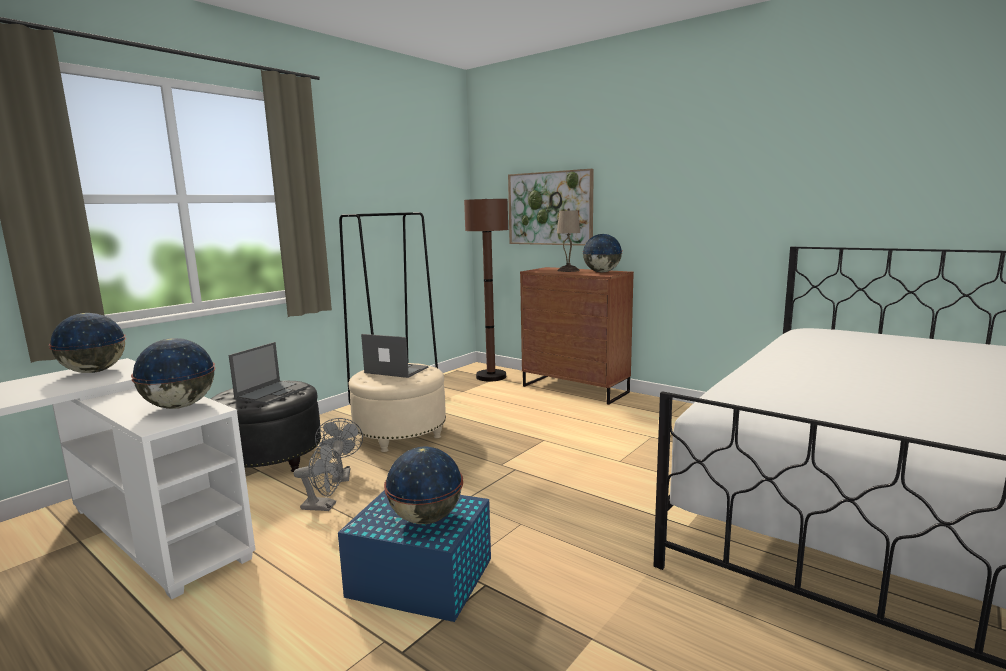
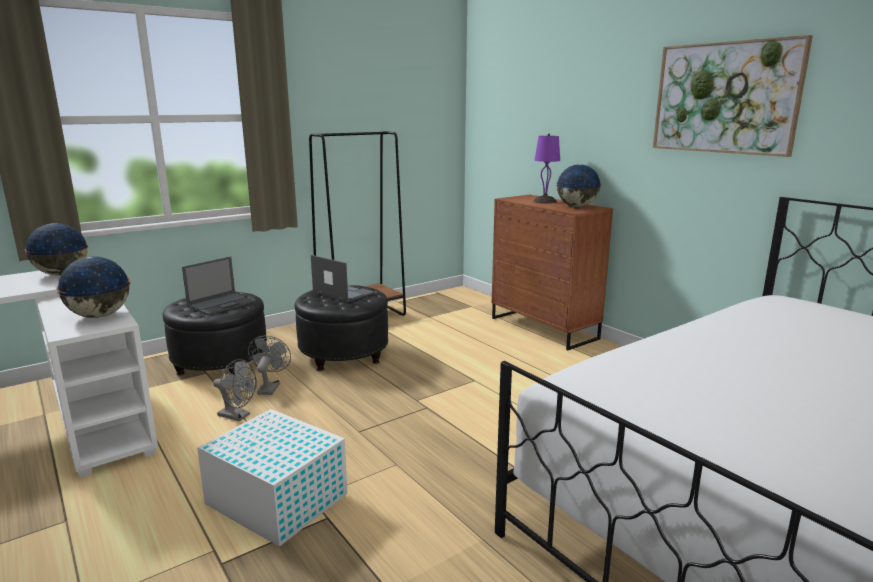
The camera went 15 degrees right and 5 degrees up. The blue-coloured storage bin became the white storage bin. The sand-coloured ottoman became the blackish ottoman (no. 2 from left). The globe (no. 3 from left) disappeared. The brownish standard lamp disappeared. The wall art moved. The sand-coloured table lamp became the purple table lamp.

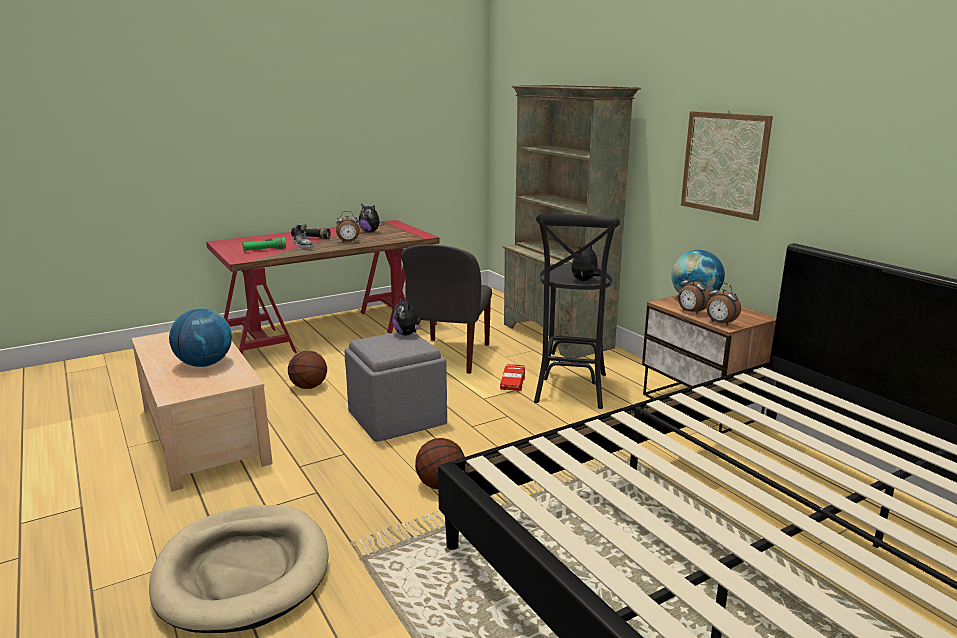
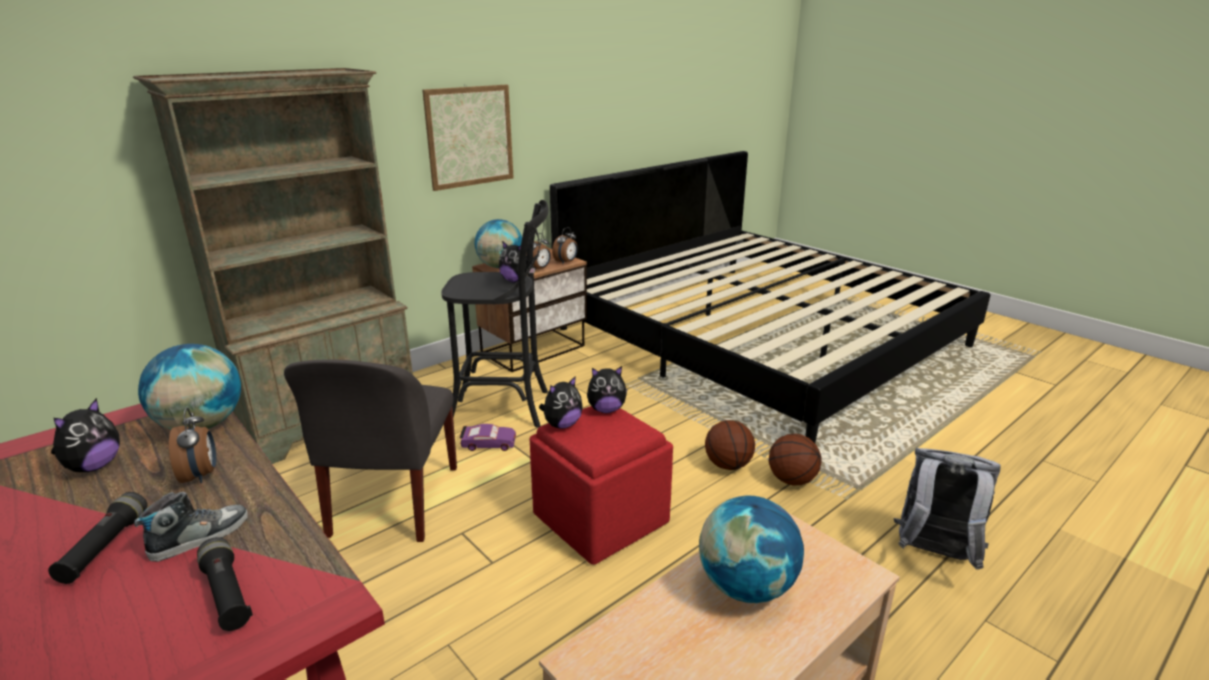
The camera went 100 degrees left and 5 degrees up. The sand-coloured dog cushion was replaced by the gray knapsack. The green flashlight became the blackish flashlight (no. 2 from left). The ball for basketball (no. 1 from left in the first image) moved. The gray ottoman became the red-coloured ottoman. The gray upright chair turned 90 degrees clockwise. The red-coloured toy car became the purple toy car. The globe (no. 1 from left) appeared. The cuddly toy (no. 4 from left) appeared.

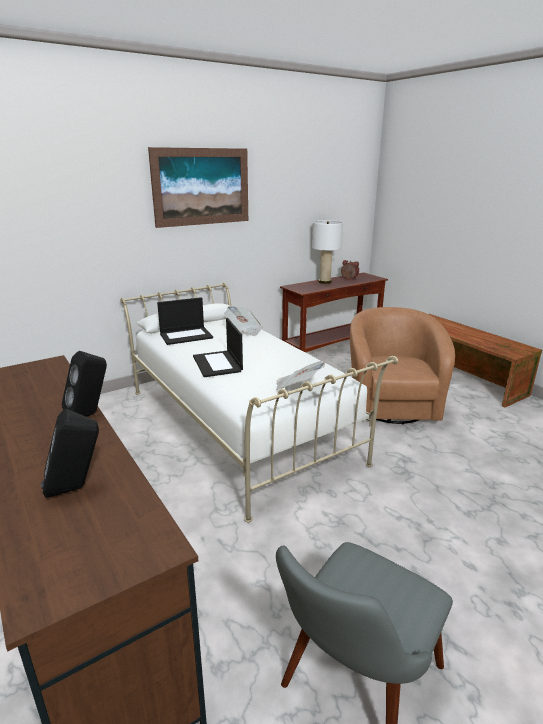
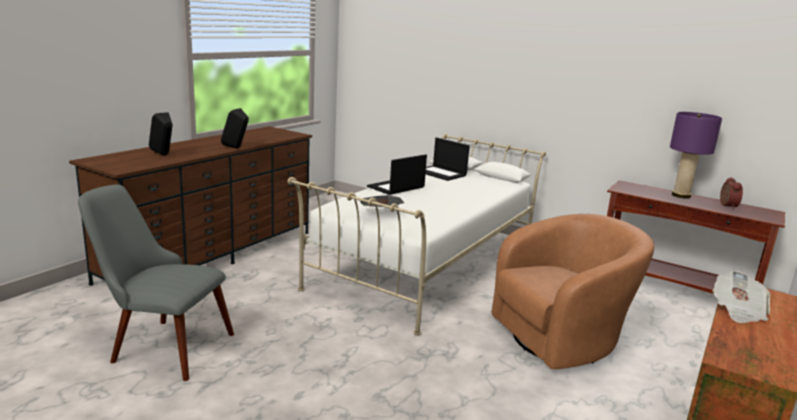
The camera went 65 degrees right and 5 degrees down. The wall art disappeared. The printed paper (no. 1 from left in the first image) moved. The white table lamp became the purple table lamp.

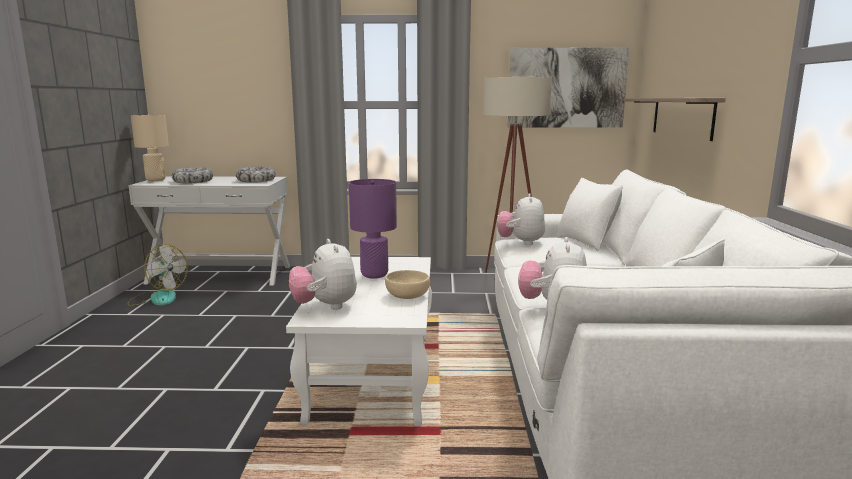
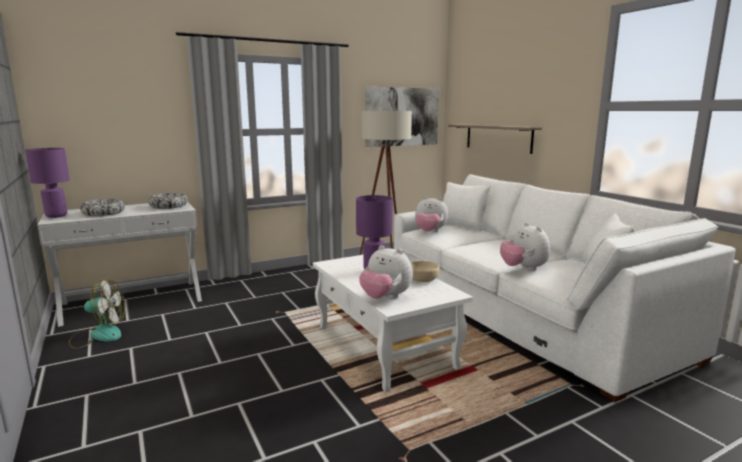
The camera went 30 degrees left and 0 degrees up. The sand-coloured table lamp became the purple table lamp (no. 1 from left). The cuddly toy (no. 2 from left) turned 45 degrees counterclockwise.

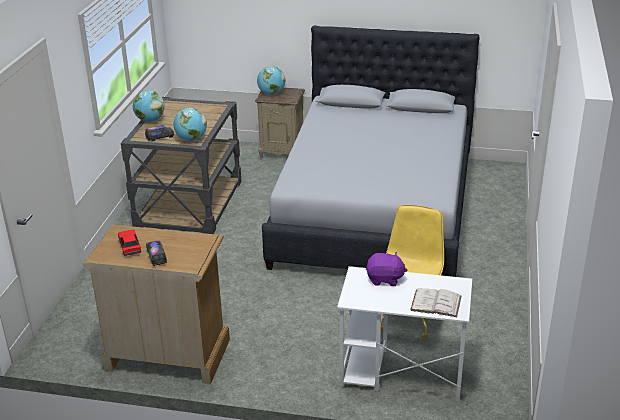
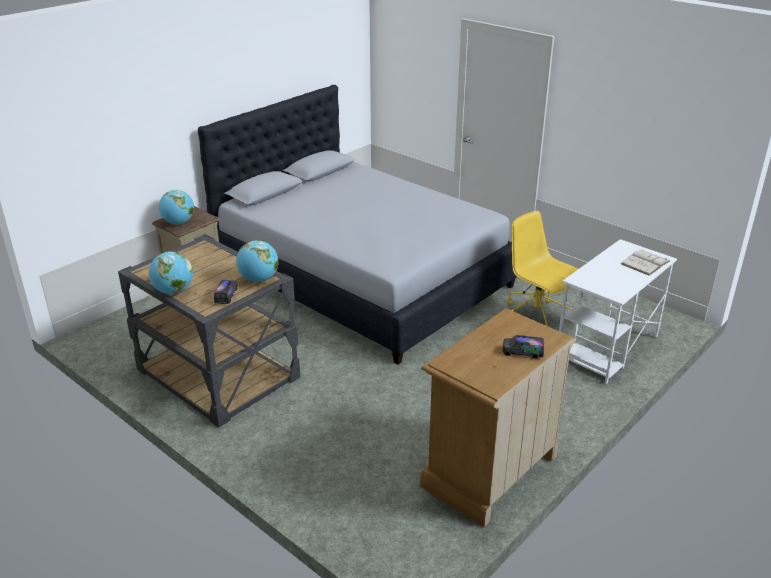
The camera went 60 degrees left and 0 degrees up. The toy car disappeared. The purple cuddly toy disappeared.

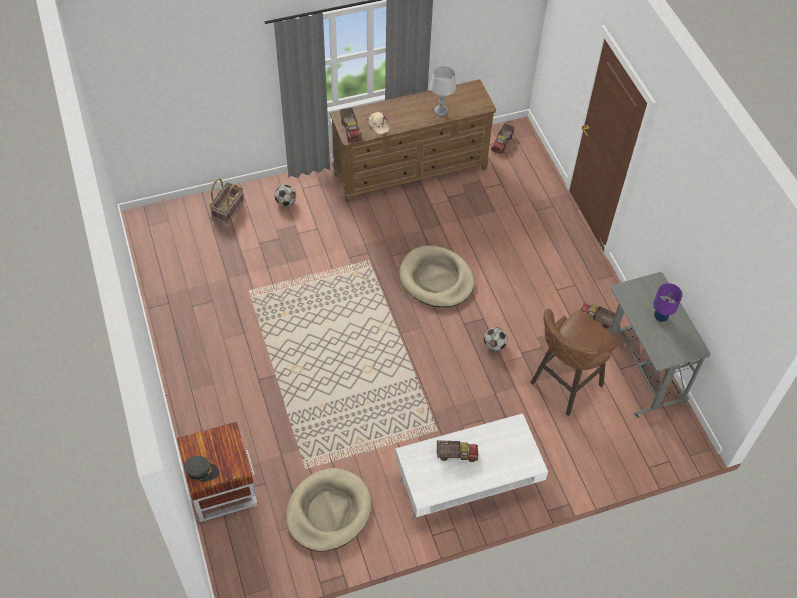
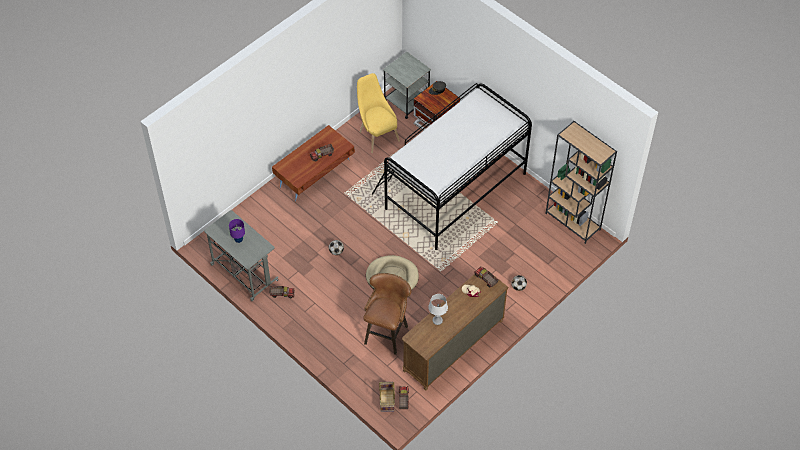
The camera went 155 degrees right and 0 degrees up. The basket moved. The sand-coloured dog cushion (no. 1 from left) was replaced by the yellowish upright chair. The white coffee table became the brownish coffee table. The brownish stool seat moved. The blackish sleeping bed appeared. The gray cart appeared. The bookshelf appeared.

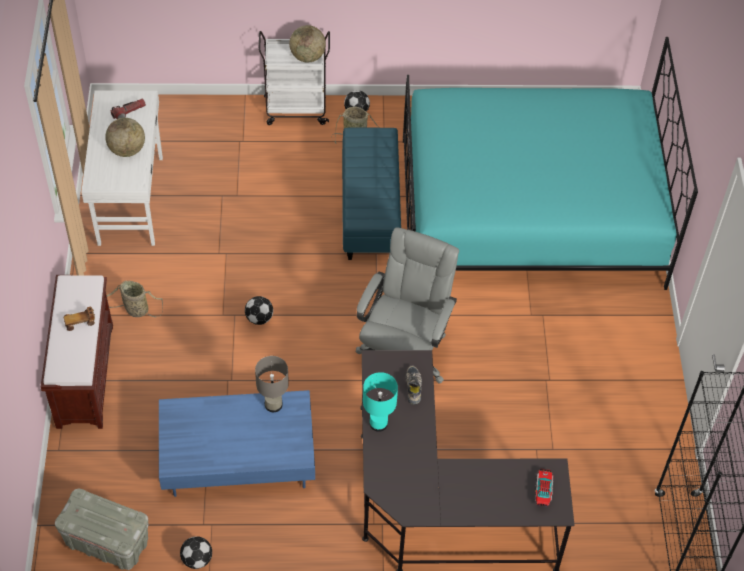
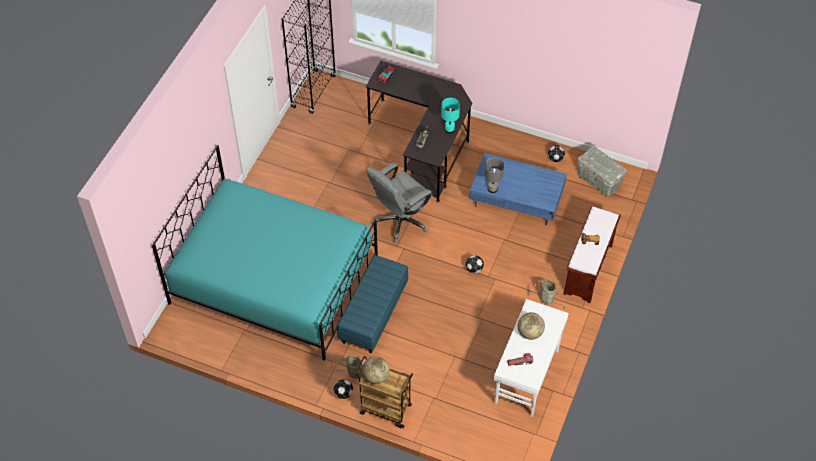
The camera went 155 degrees left and 0 degrees up. The white cart became the brownish cart.

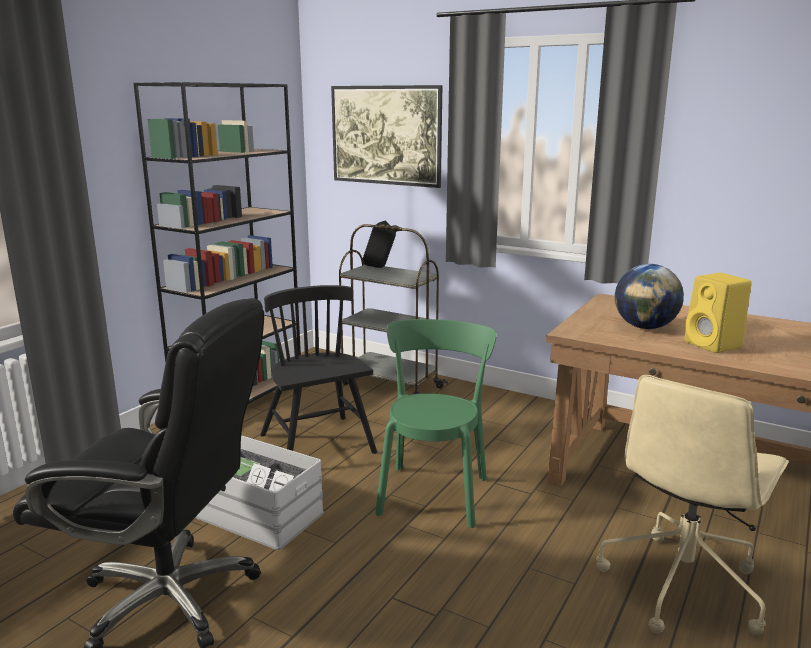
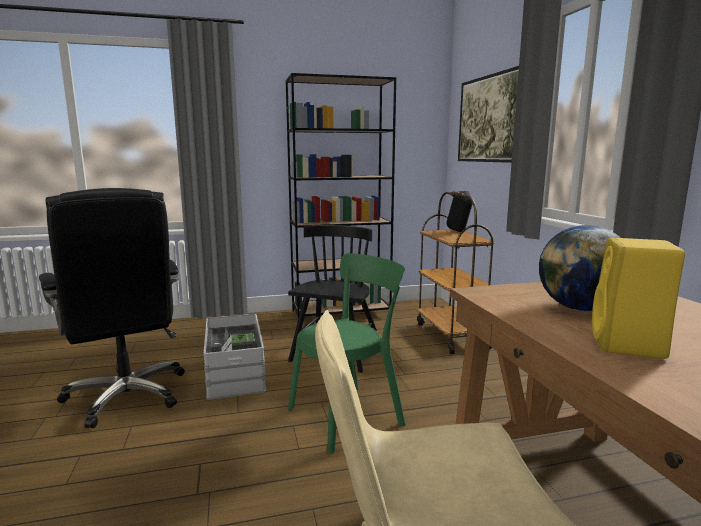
The camera went 45 degrees right and 5 degrees down. The gray cart became the brownish cart.

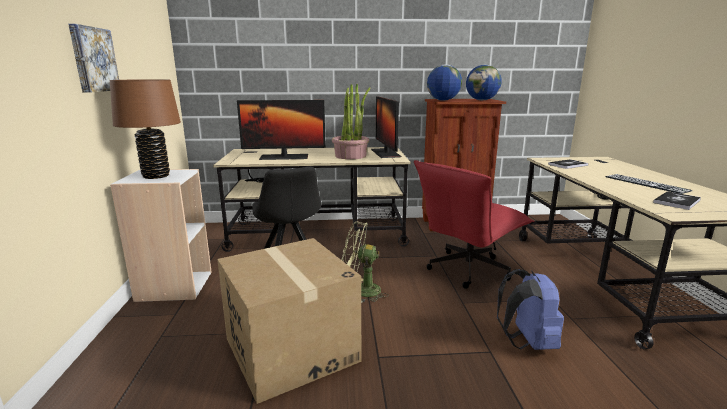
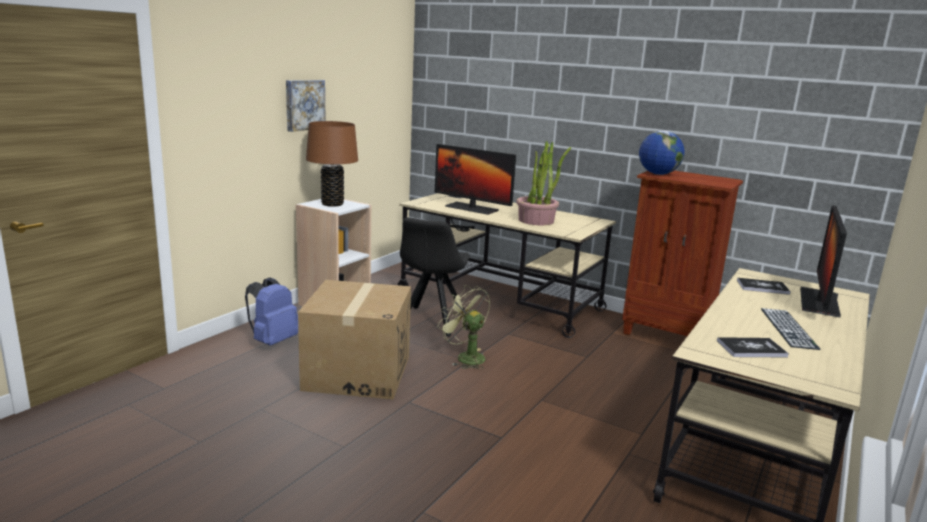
The camera went 35 degrees right and 0 degrees up. The computer screen (no. 2 from left) moved. The red-coloured desk chair disappeared. The globe (no. 2 from left) disappeared. The blue-coloured knapsack moved.

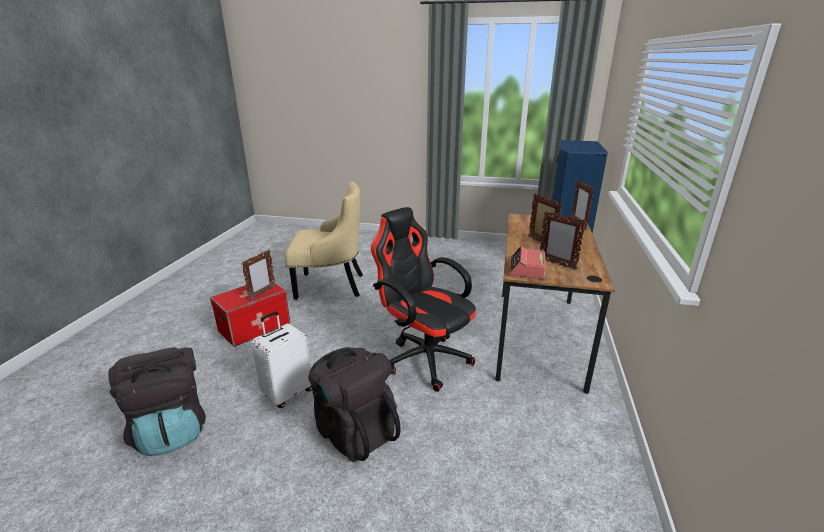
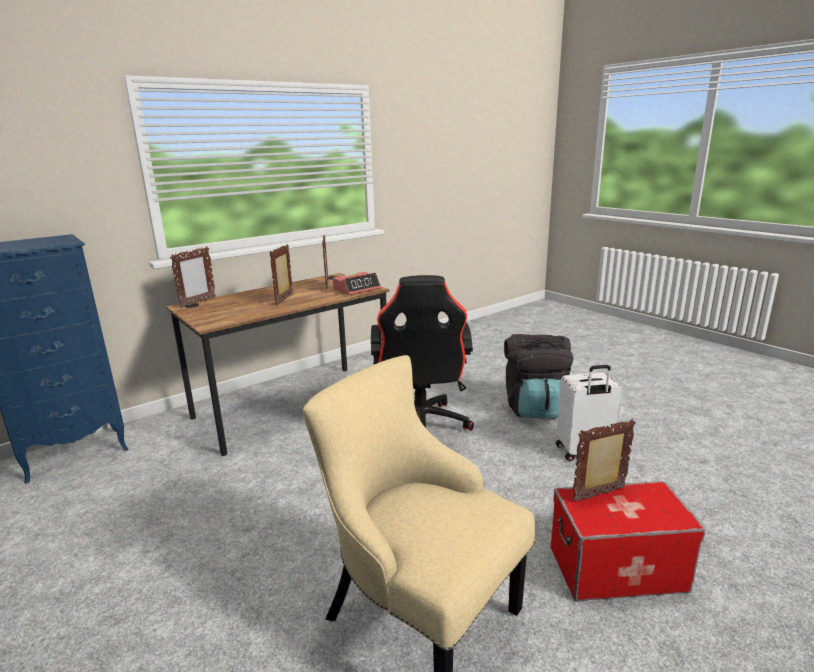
The camera went 140 degrees left and 5 degrees down. The blackish knapsack (no. 1 from left) disappeared.

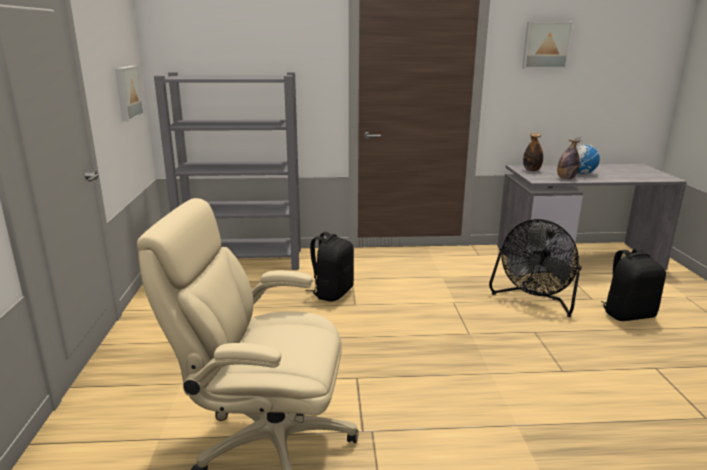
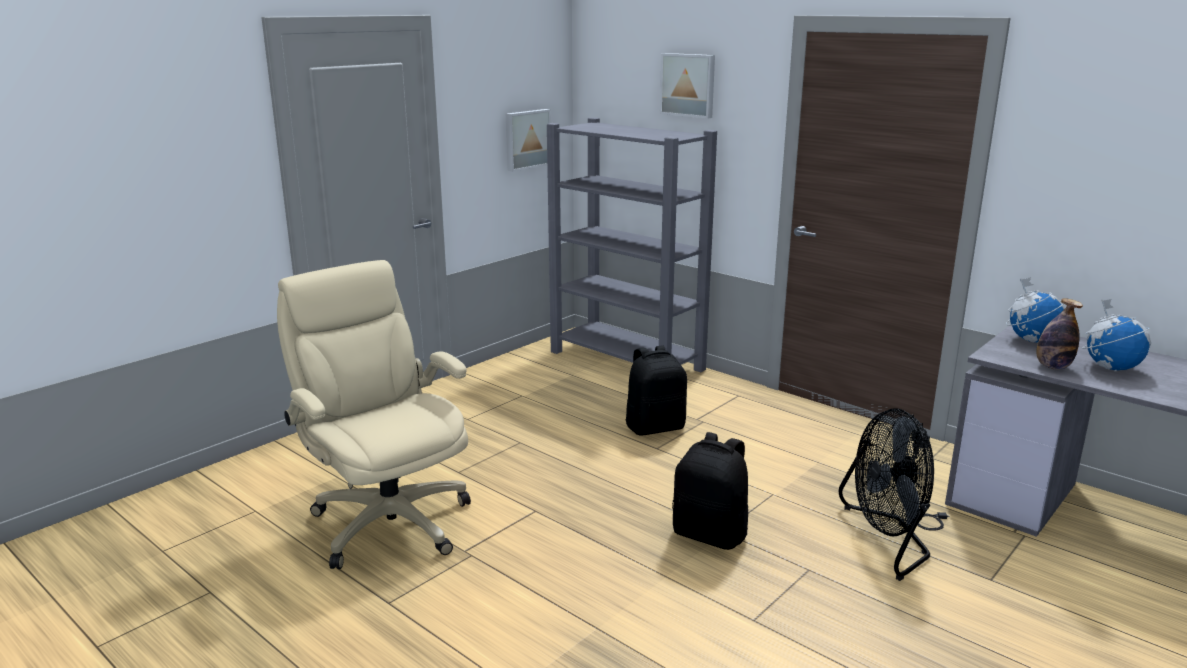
The camera went 45 degrees right and 0 degrees up. The wall art (no. 2 from left) moved. The bottle (no. 1 from left) was replaced by the globe (no. 1 from left). The blackish knapsack (no. 2 from left) moved.

